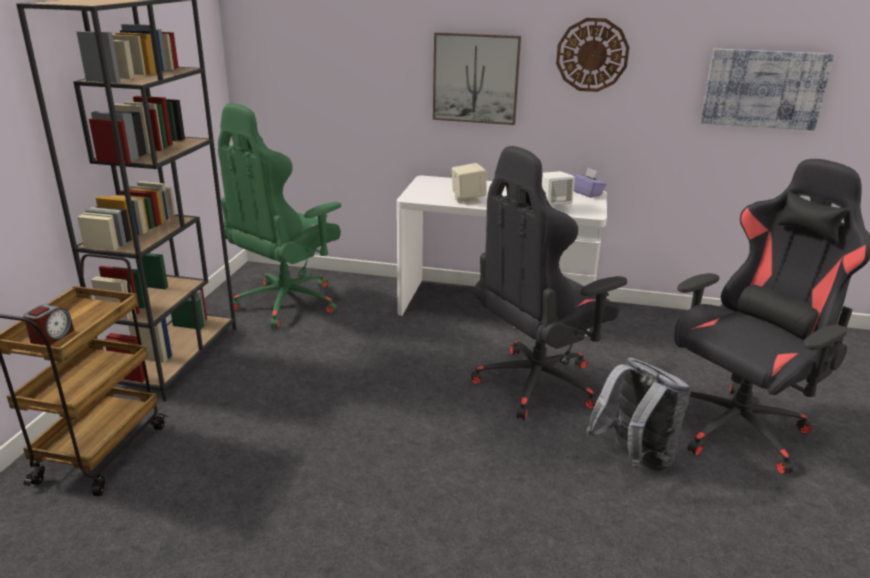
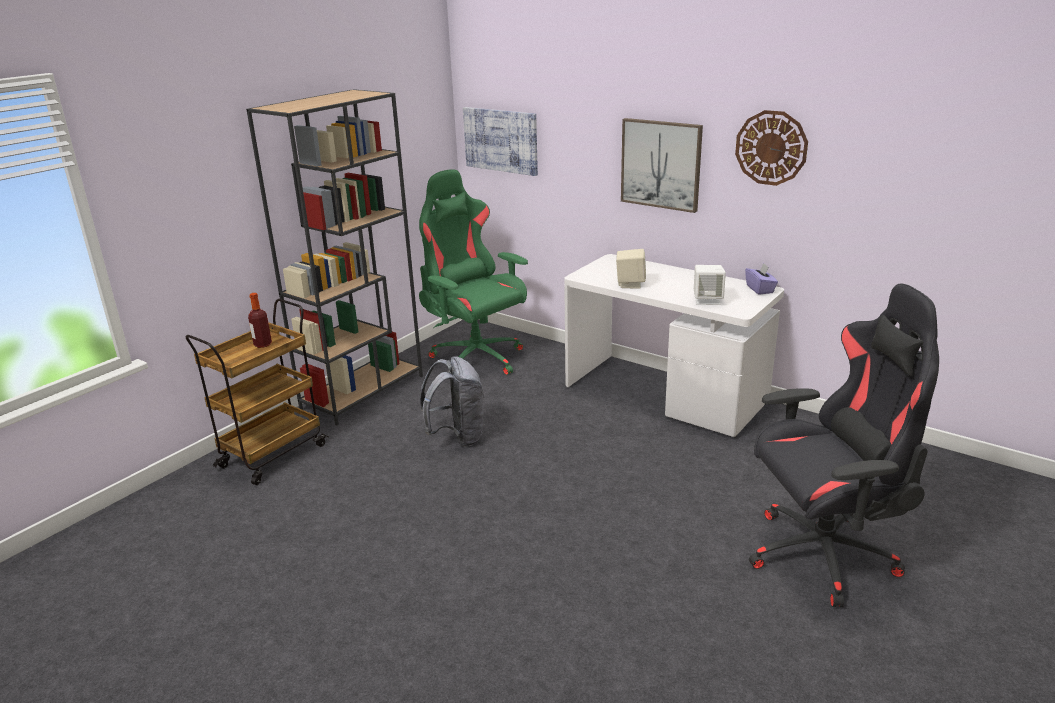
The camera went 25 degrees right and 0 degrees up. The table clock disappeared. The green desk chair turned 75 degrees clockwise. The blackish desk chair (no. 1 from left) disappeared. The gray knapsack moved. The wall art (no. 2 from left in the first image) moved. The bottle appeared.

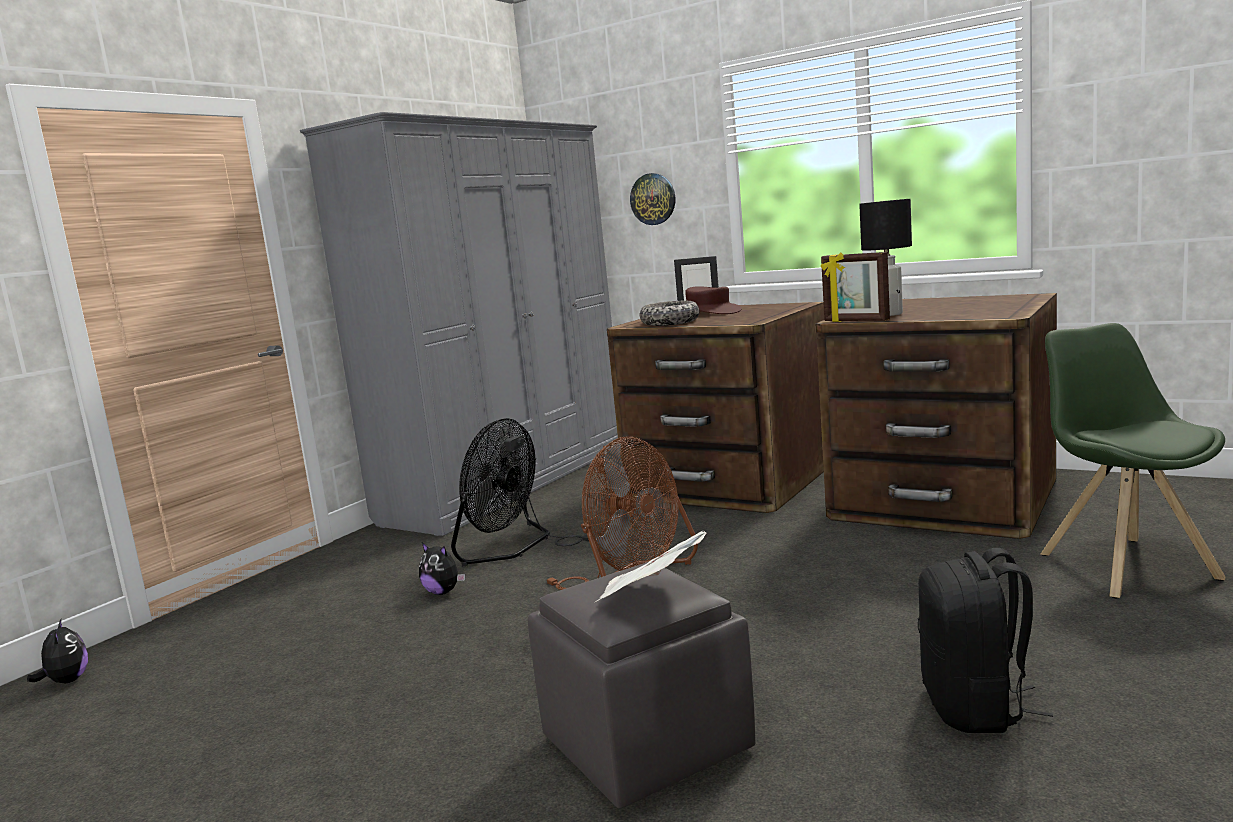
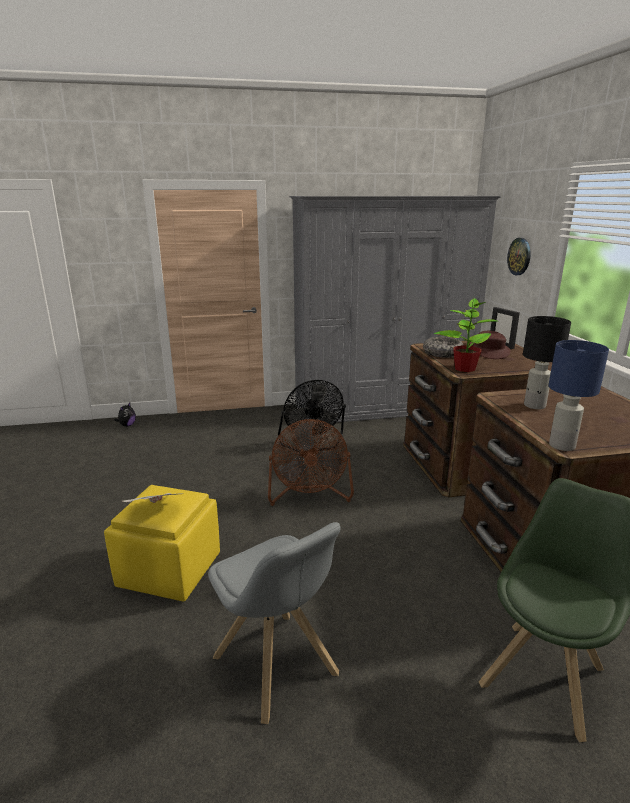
The camera went 45 degrees right and 10 degrees up. The cuddly toy (no. 2 from left) disappeared. The gray ottoman became the yellowish ottoman. The standing frame (no. 2 from left) disappeared. The blackish knapsack was replaced by the gray upright chair. The houseplant appeared. The blue-coloured table lamp appeared.

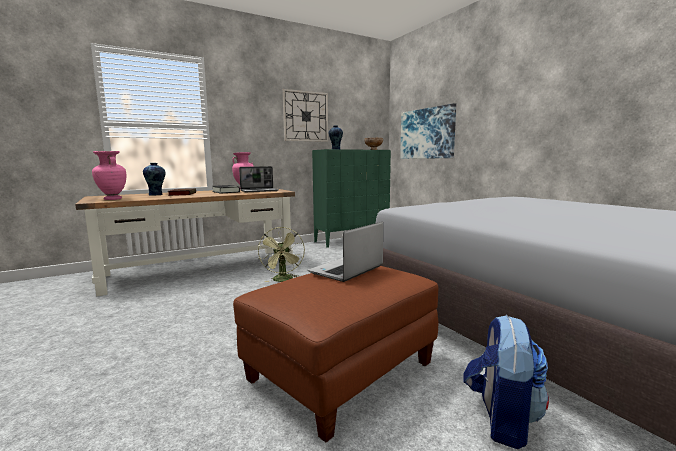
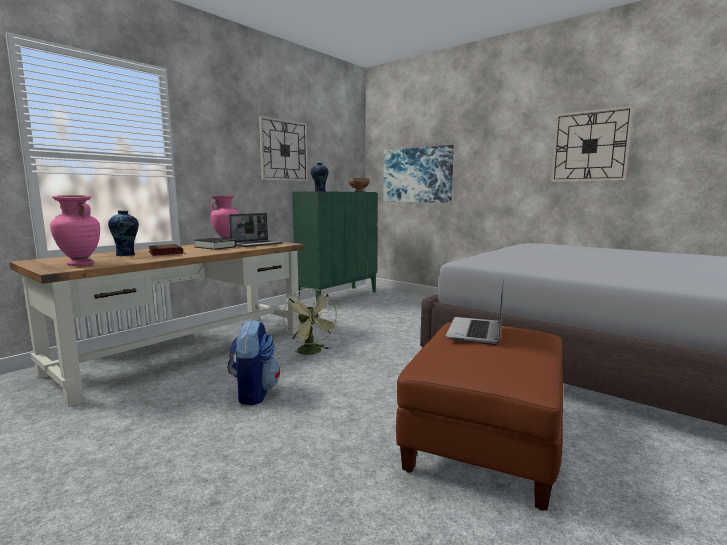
The camera went 20 degrees left and 0 degrees up. The knapsack moved. The clock on the wall (no. 2 from left) appeared.

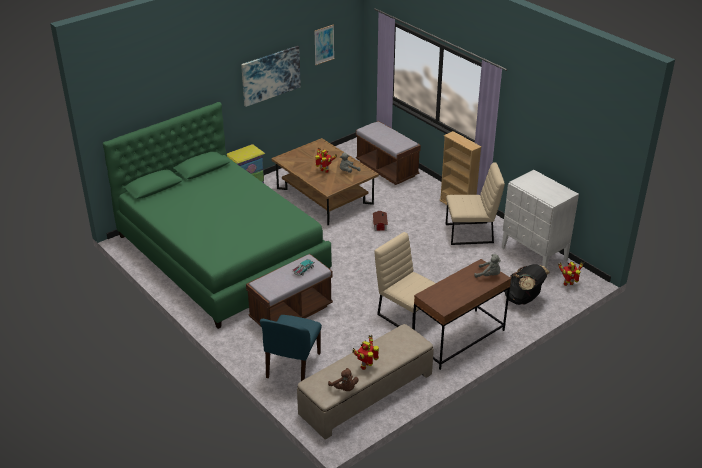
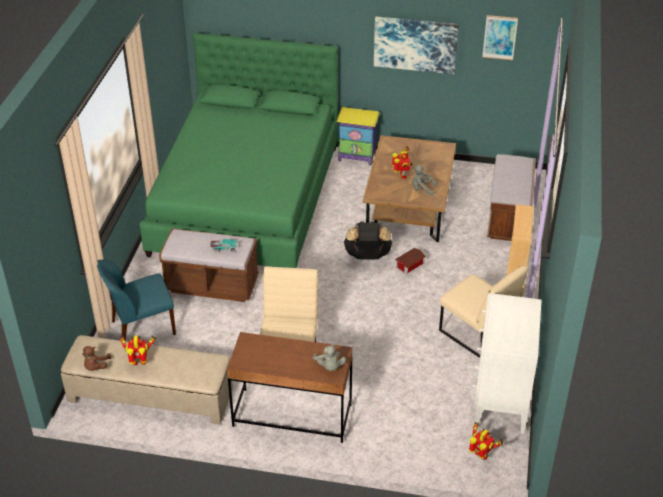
The camera went 50 degrees right and 5 degrees up. The blackish knapsack moved.

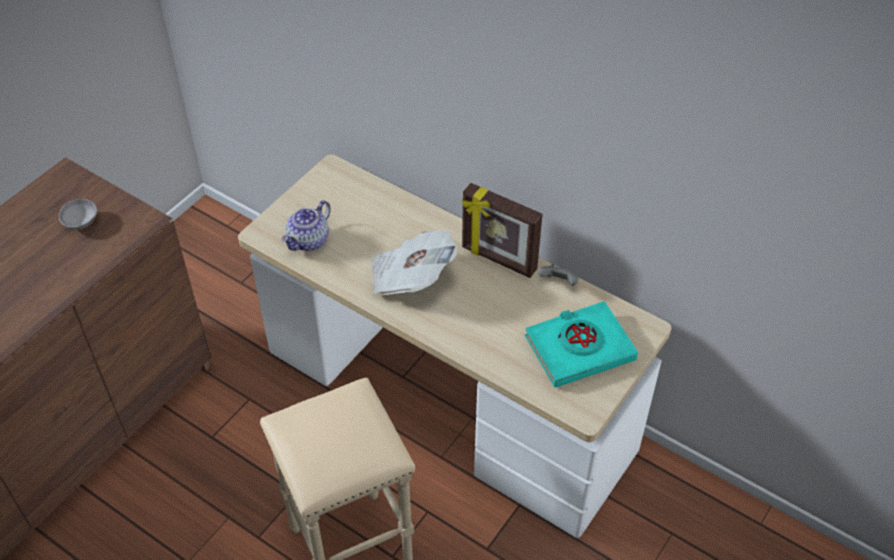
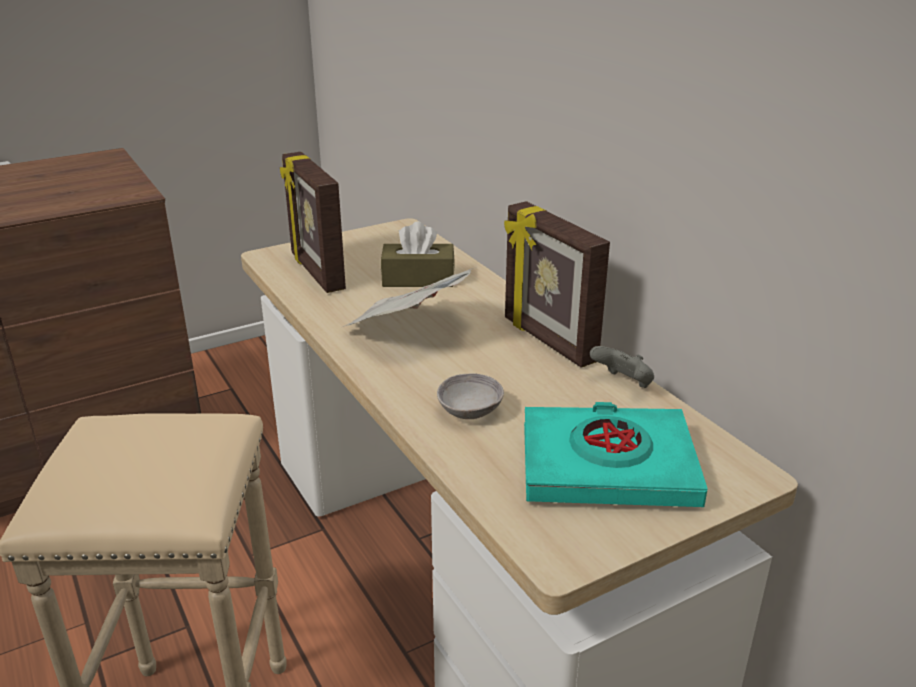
The camera went 25 degrees right and 20 degrees down. The gray deep dish moved. The pot for tea was replaced by the standing frame (no. 1 from left). The brownish tissue box appeared.

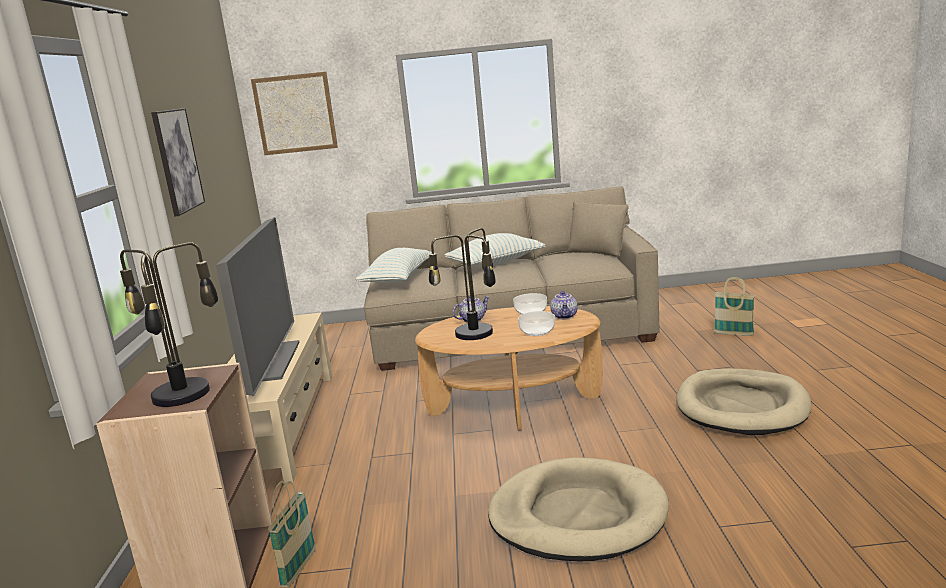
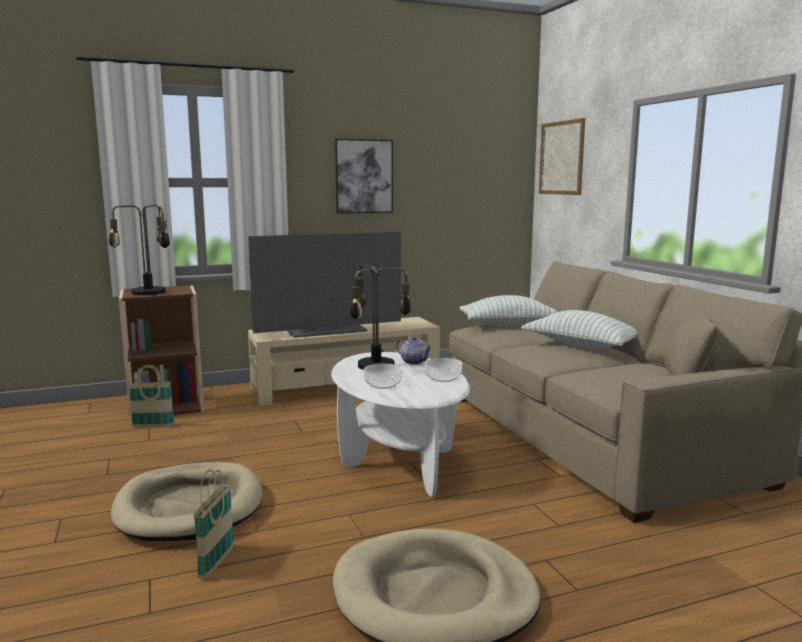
The camera went 70 degrees right and 5 degrees down. The brownish coffee table became the white coffee table. The pot for tea (no. 2 from left) disappeared. The basket (no. 2 from left) moved.

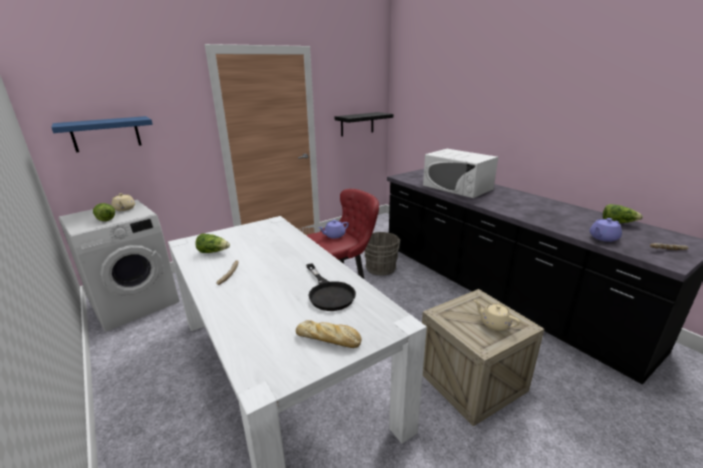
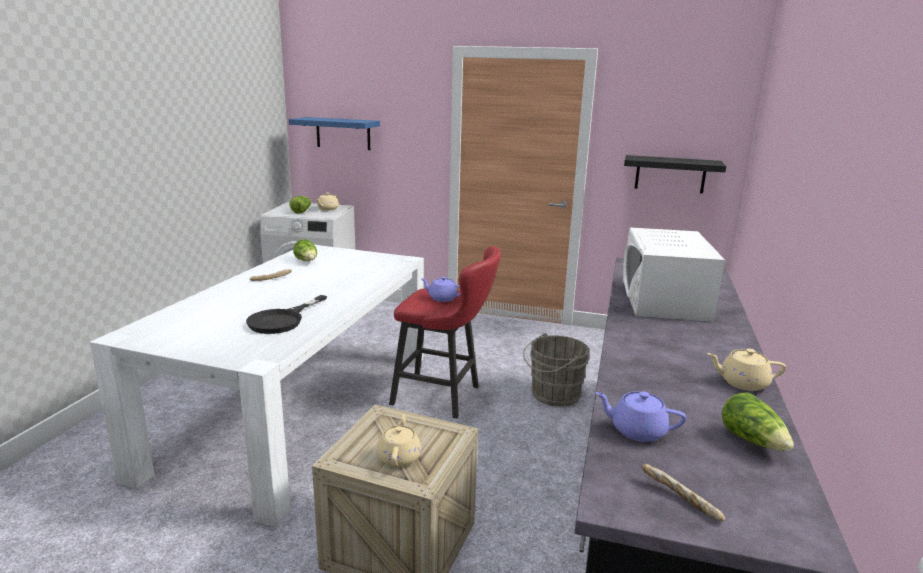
The camera went 50 degrees right and 5 degrees down. The baked bread (no. 2 from left) disappeared. The sand-coloured pot for tea (no. 3 from left) appeared.

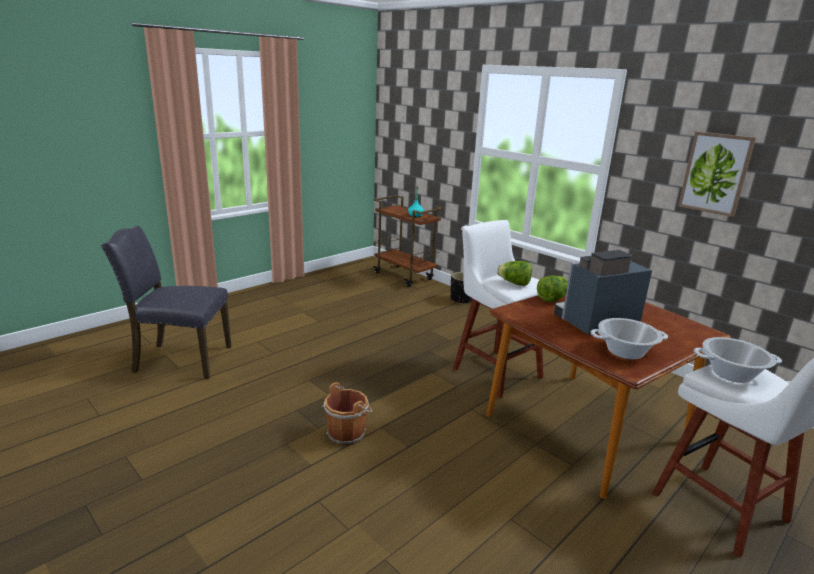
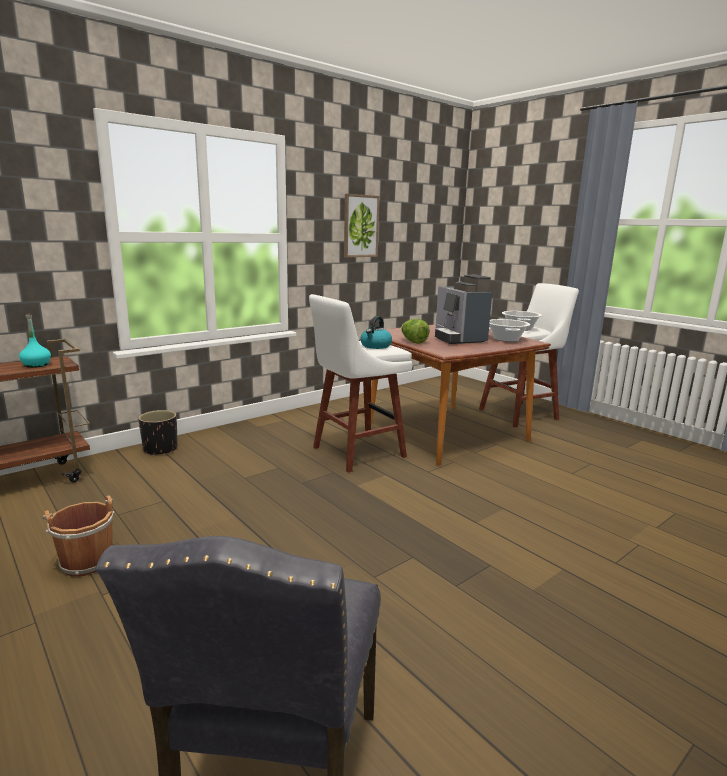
The camera went 85 degrees left and 5 degrees down. The brownish pail moved. The lettuce (no. 1 from left) was replaced by the tea kettle.

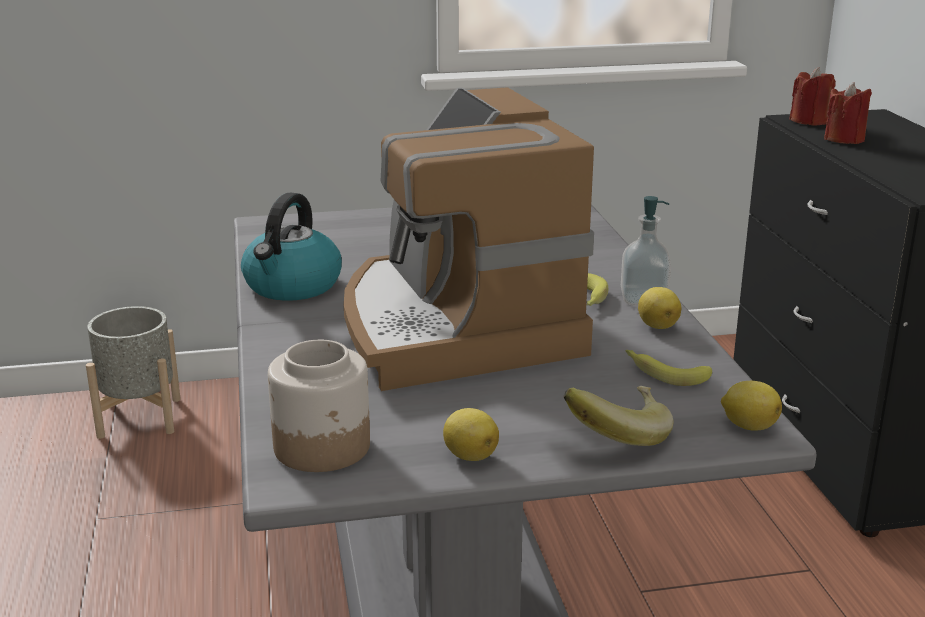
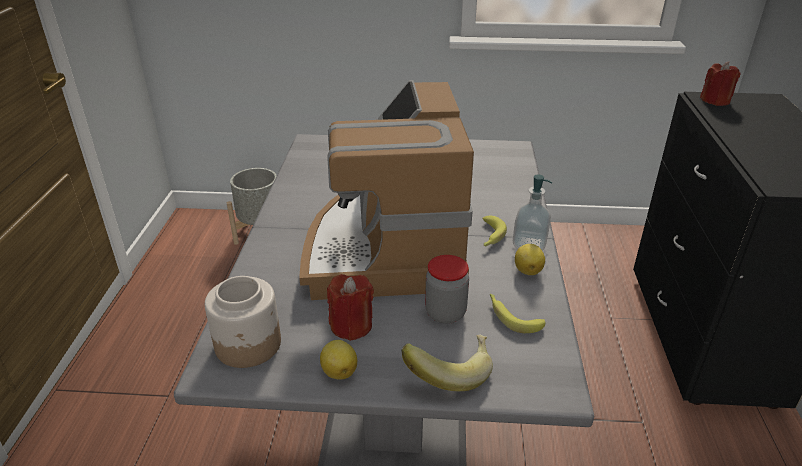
The camera went 15 degrees right and 10 degrees up. The tea kettle disappeared. The citrus fruit (no. 3 from left) disappeared. The red-coloured wax candle (no. 2 from left in the first image) moved. The storage jar (no. 2 from left) appeared.

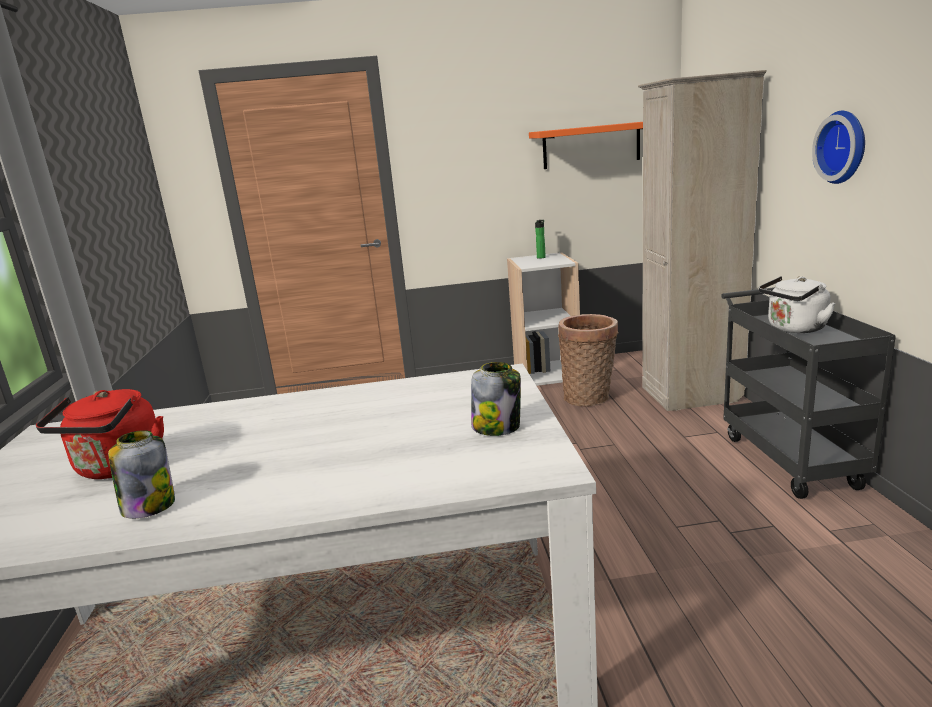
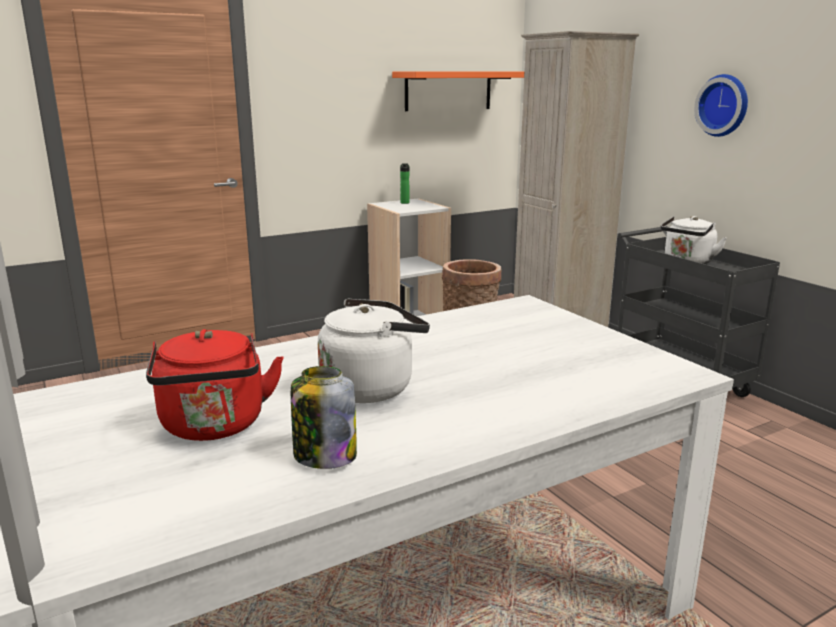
The camera went 25 degrees left and 0 degrees up. The storage jar (no. 2 from left) disappeared. The white tea kettle (no. 1 from left) appeared.

